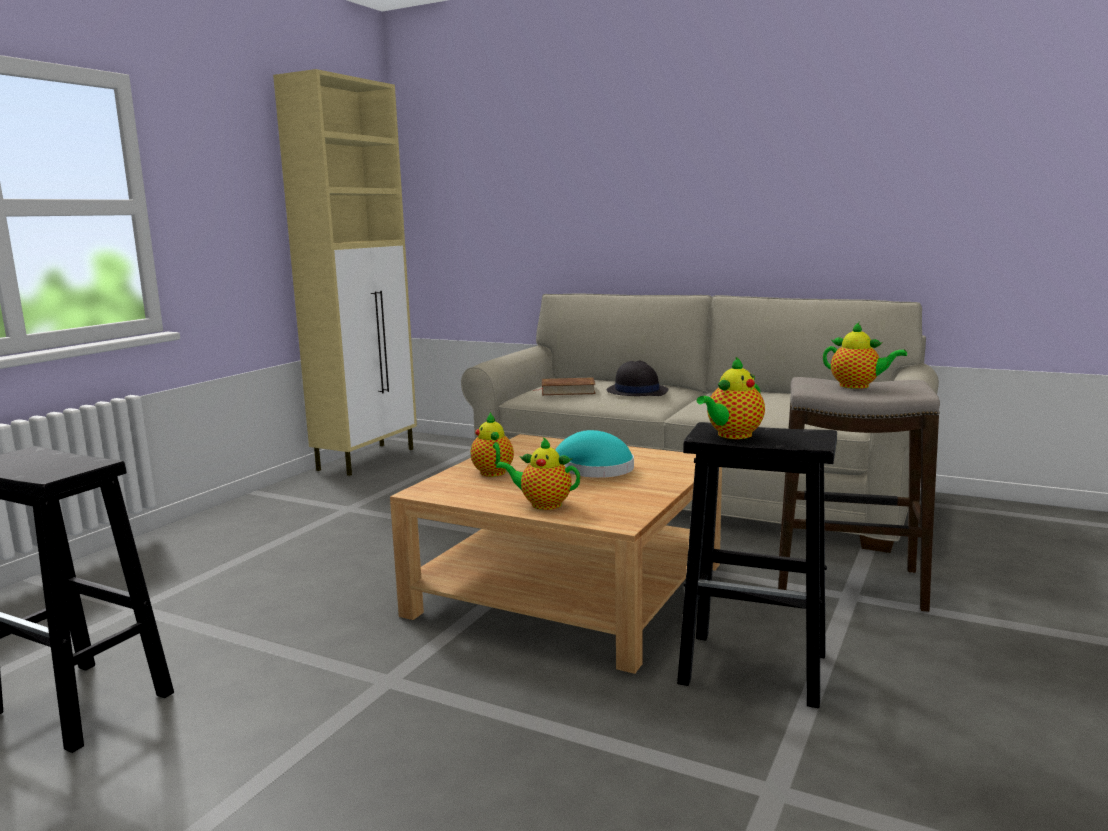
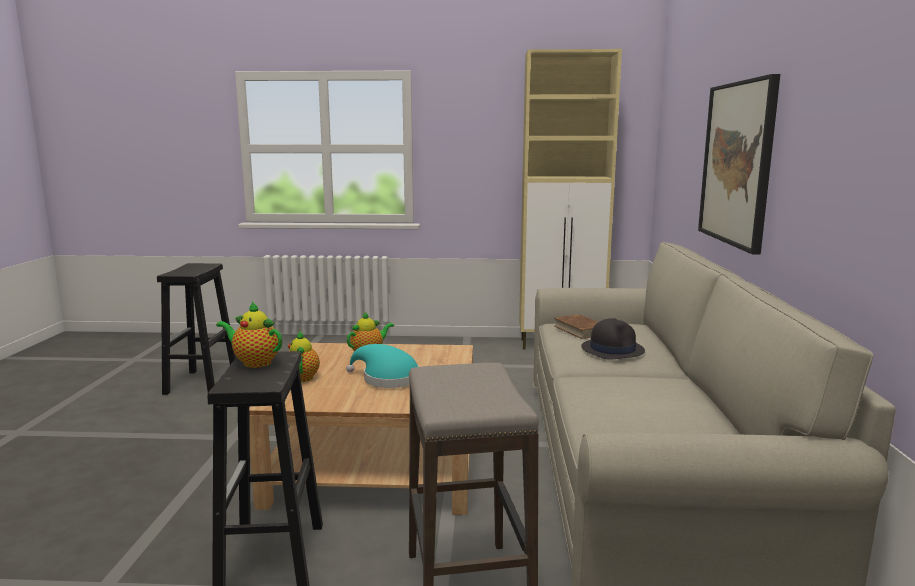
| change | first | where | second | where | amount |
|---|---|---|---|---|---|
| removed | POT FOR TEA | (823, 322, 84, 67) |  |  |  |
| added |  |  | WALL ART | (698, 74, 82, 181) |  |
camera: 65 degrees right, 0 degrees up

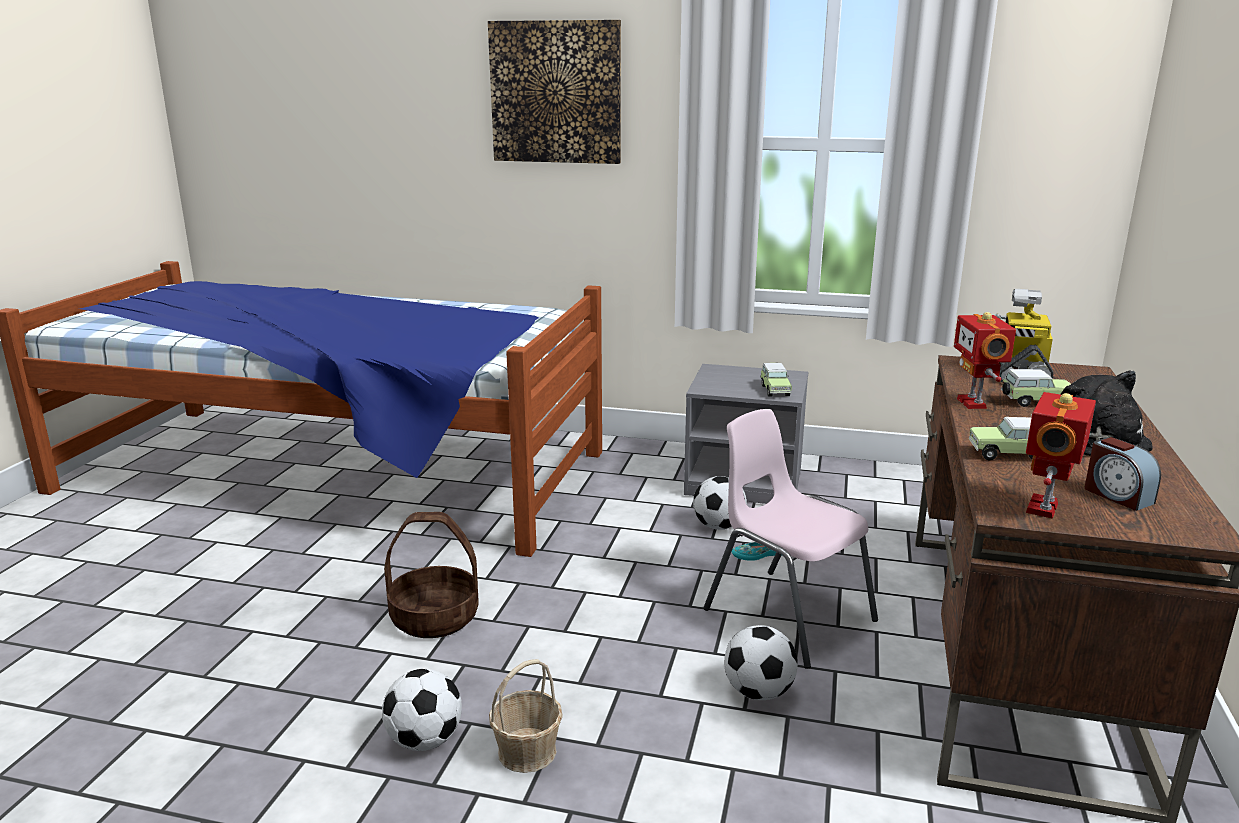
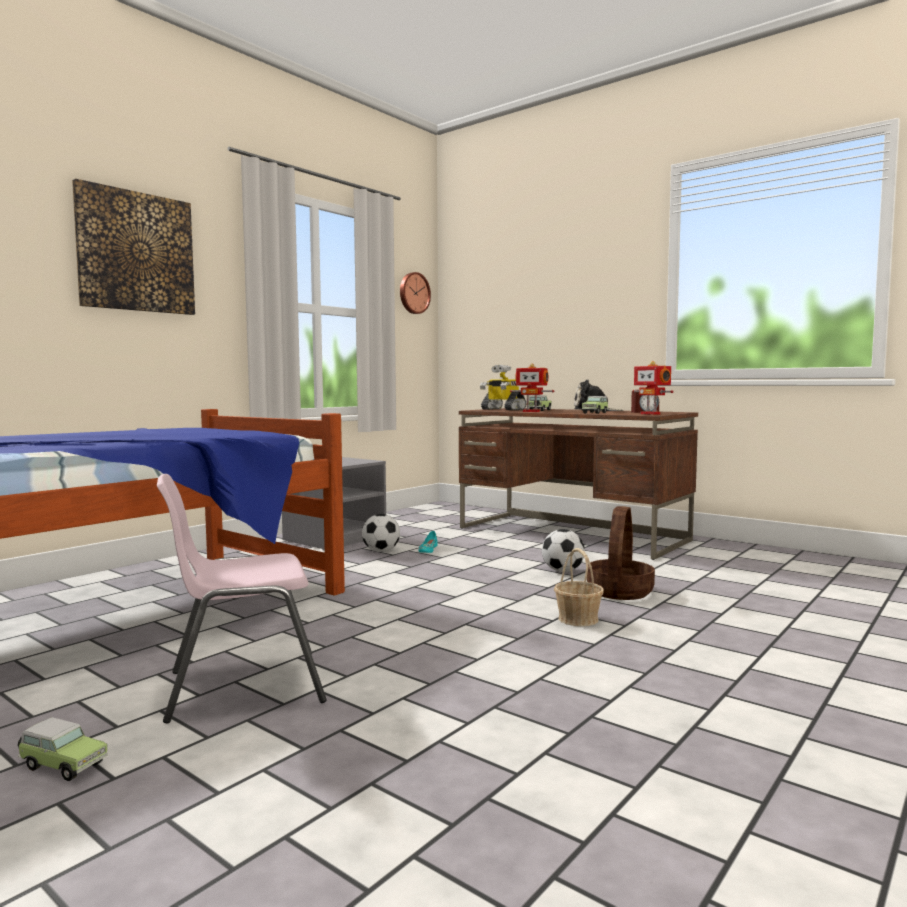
| change | first | where | second | where | amount |
|---|---|---|---|---|---|
| removed | FOOTBALL | (382, 669, 80, 82) |  |  |  |
| added |  |  | HANGING CLOCK | (400, 272, 31, 42) |  |
| moved | HOUSEHOLD BASKET | (384, 512, 95, 126) |  | (587, 506, 68, 94) |  |
| moved | PINKISH CHAIR | (704, 409, 174, 260) |  | (157, 474, 170, 249) |  |
| moved | MODEL CAR | (760, 363, 32, 34) |  | (18, 717, 90, 64) |  |
camera: 65 degrees left, 15 degrees down

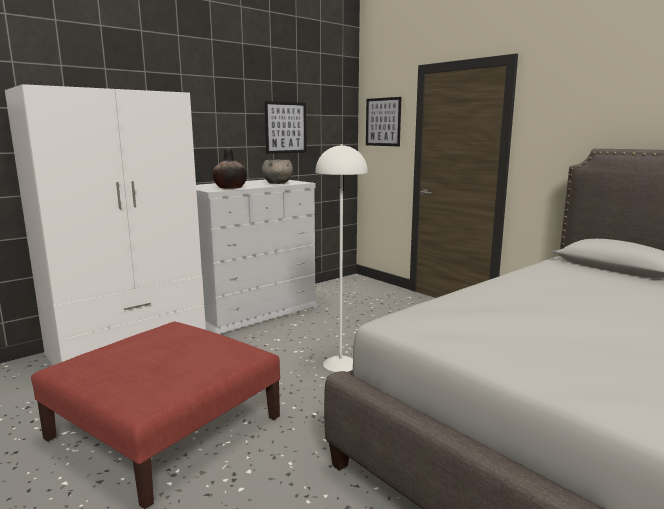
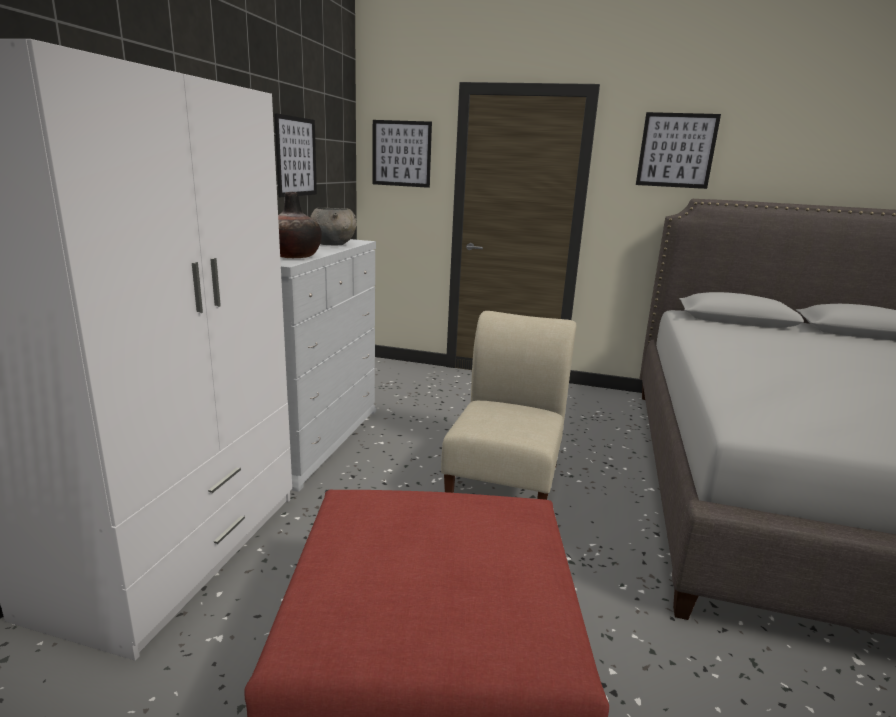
| change | first | where | second | where | amount |
|---|---|---|---|---|---|
| added |  |  | WALL ART | (636, 112, 85, 77) |  |
| replaced | WHITISH STANDARD LAMP | (315, 144, 53, 228) | BEIGE CHAIR | (441, 311, 135, 189) |  |
camera: 35 degrees left, 5 degrees up

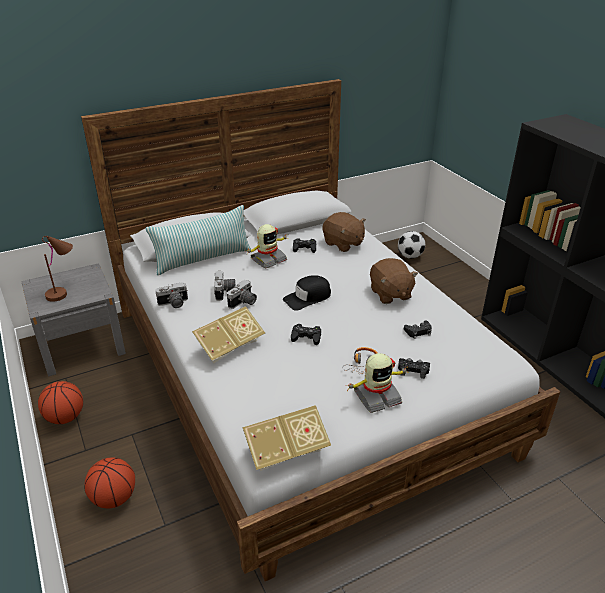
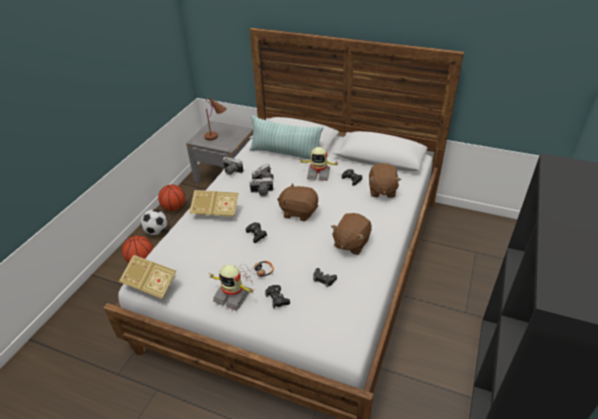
| change | first | where | second | where | amount |
|---|---|---|---|---|---|
| moved | FOOTBALL | (398, 231, 27, 28) |  | (140, 209, 27, 26) |  |
| replaced | BLACK PEAKED CAP | (283, 275, 48, 36) | BROWN CUDDLY TOY | (277, 183, 41, 38) |  |
camera: 50 degrees right, 5 degrees up

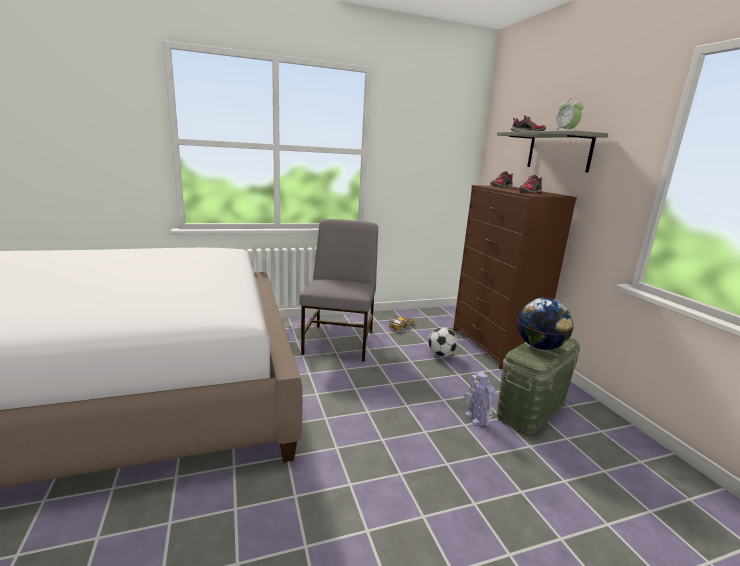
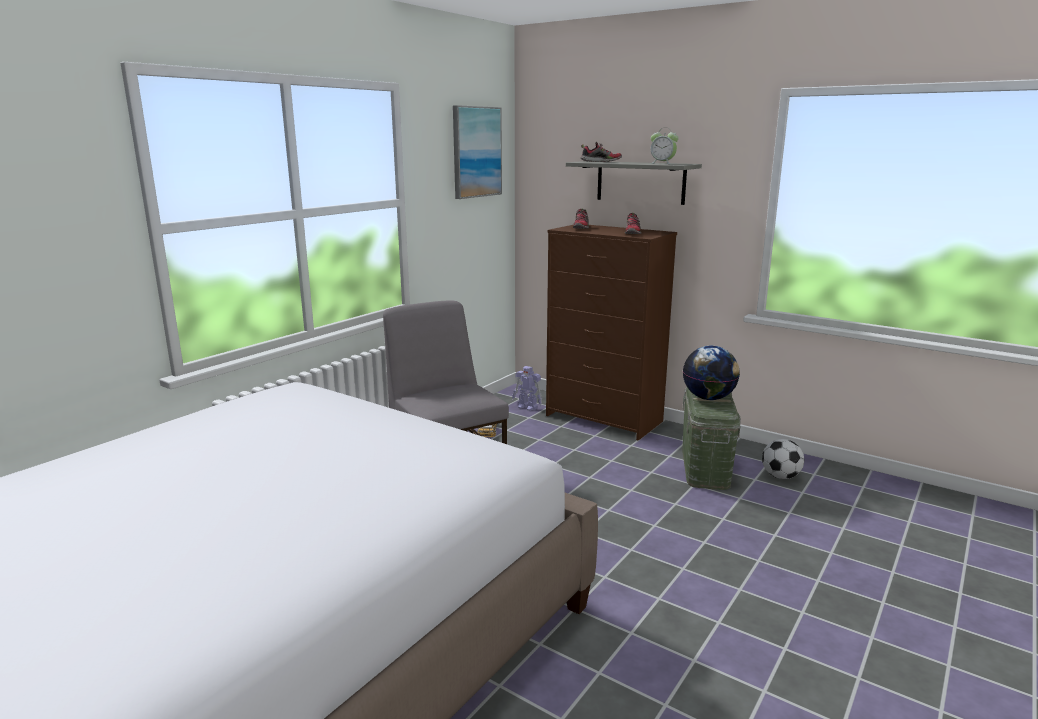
| change | first | where | second | where | amount |
|---|---|---|---|---|---|
| added |  |  | WALL ART | (453, 105, 49, 94) |  |
| moved | FOOTBALL | (428, 328, 30, 29) |  | (762, 439, 42, 40) |  |
| moved | ROBOT FIGURE | (463, 372, 32, 54) |  | (512, 366, 30, 45) |  |
camera: 35 degrees left, 0 degrees up

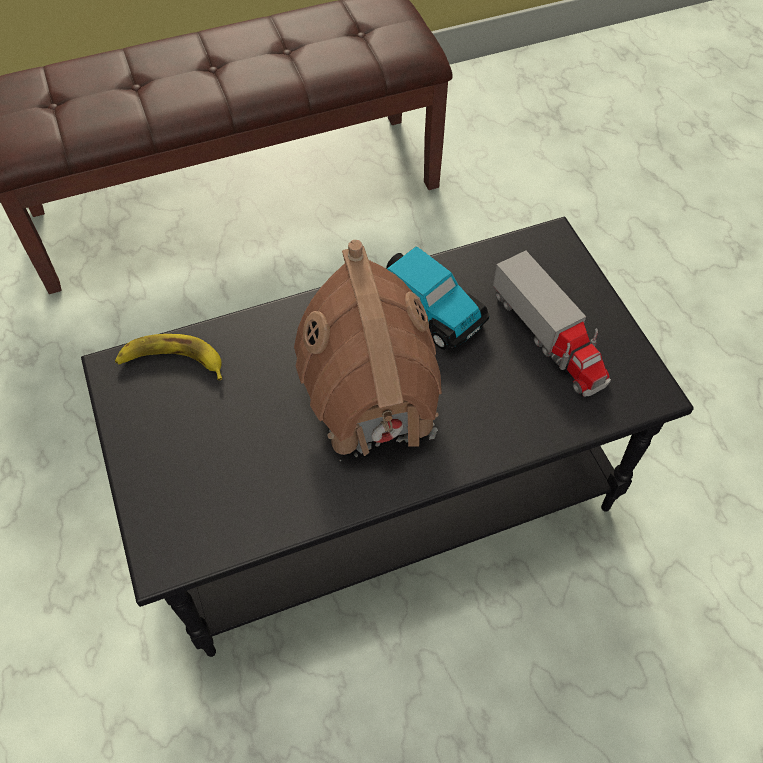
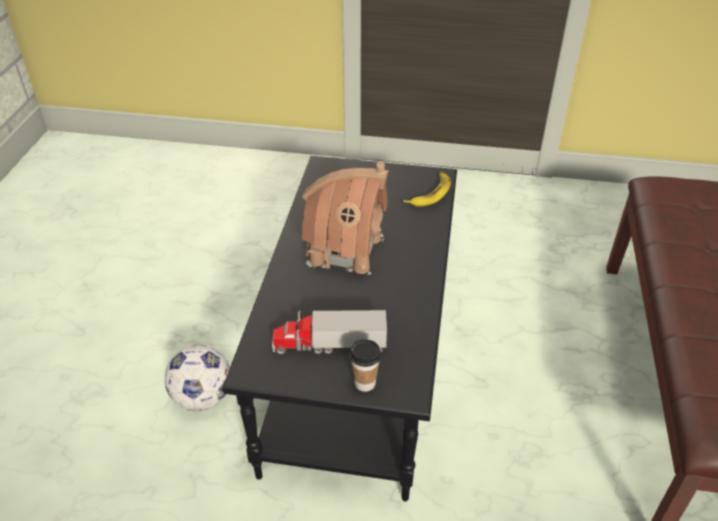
| change | first | where | second | where | amount |
|---|---|---|---|---|---|
| removed | MODEL CAR | (386, 247, 103, 103) |  |  |  |
| added |  |  | FOOTBALL | (165, 345, 65, 66) |  |
| added |  |  | DRINKING CUP | (350, 339, 31, 53) |  |
camera: 120 degrees right, 15 degrees down

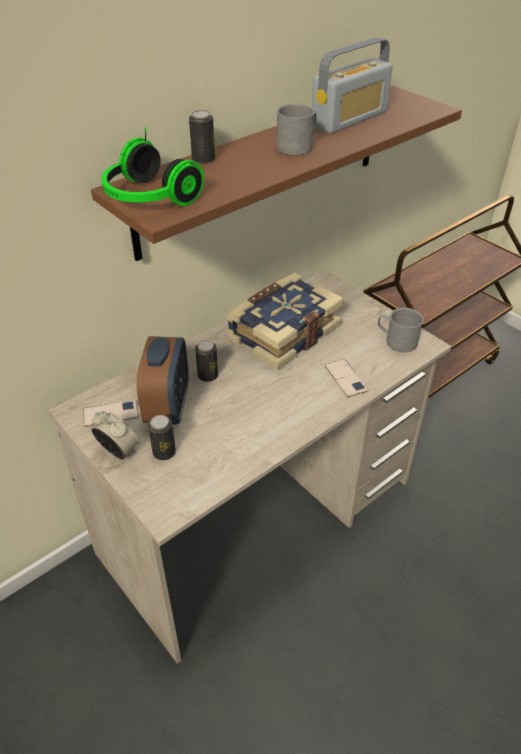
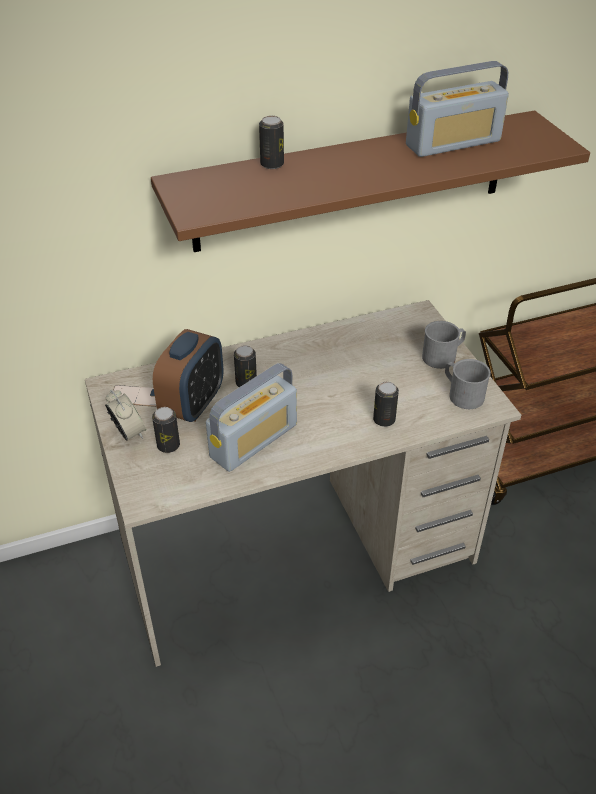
| change | first | where | second | where | amount |
|---|---|---|---|---|---|
| removed | HEADSET | (101, 127, 103, 79) |  |  |  |
| removed | BOOK | (226, 273, 118, 97) |  |  |  |
| added |  |  | RADIO SET | (206, 363, 91, 109) |  |
| moved | GREYISH TEA MUG | (277, 104, 40, 52) |  | (422, 321, 44, 48) |  |
| replaced | HANDSET | (325, 359, 43, 38) | CAN | (373, 382, 26, 45) |  |
camera: 20 degrees right, 0 degrees up

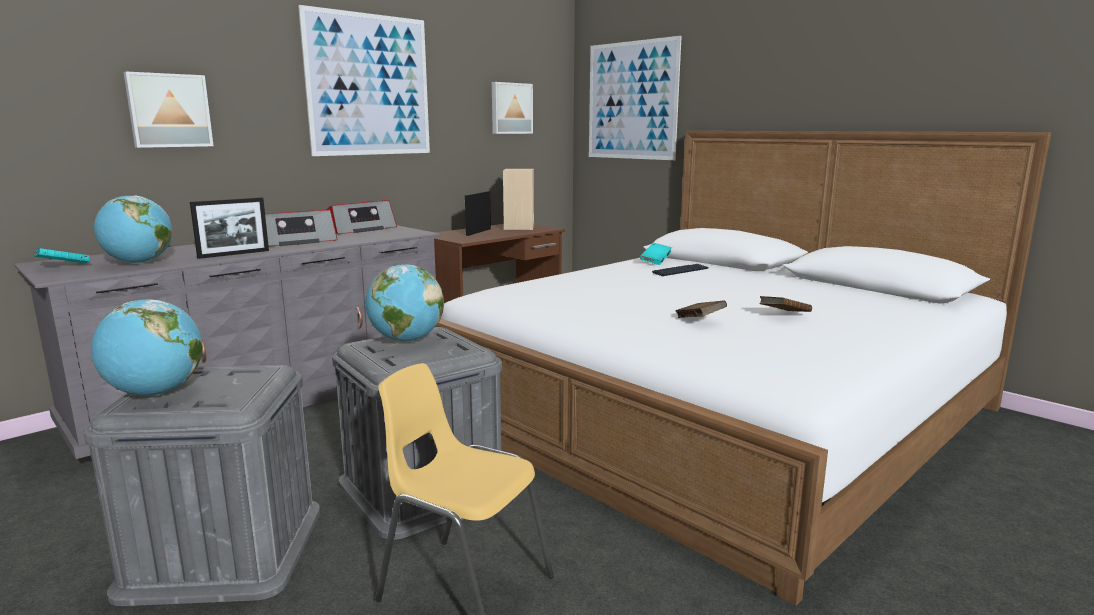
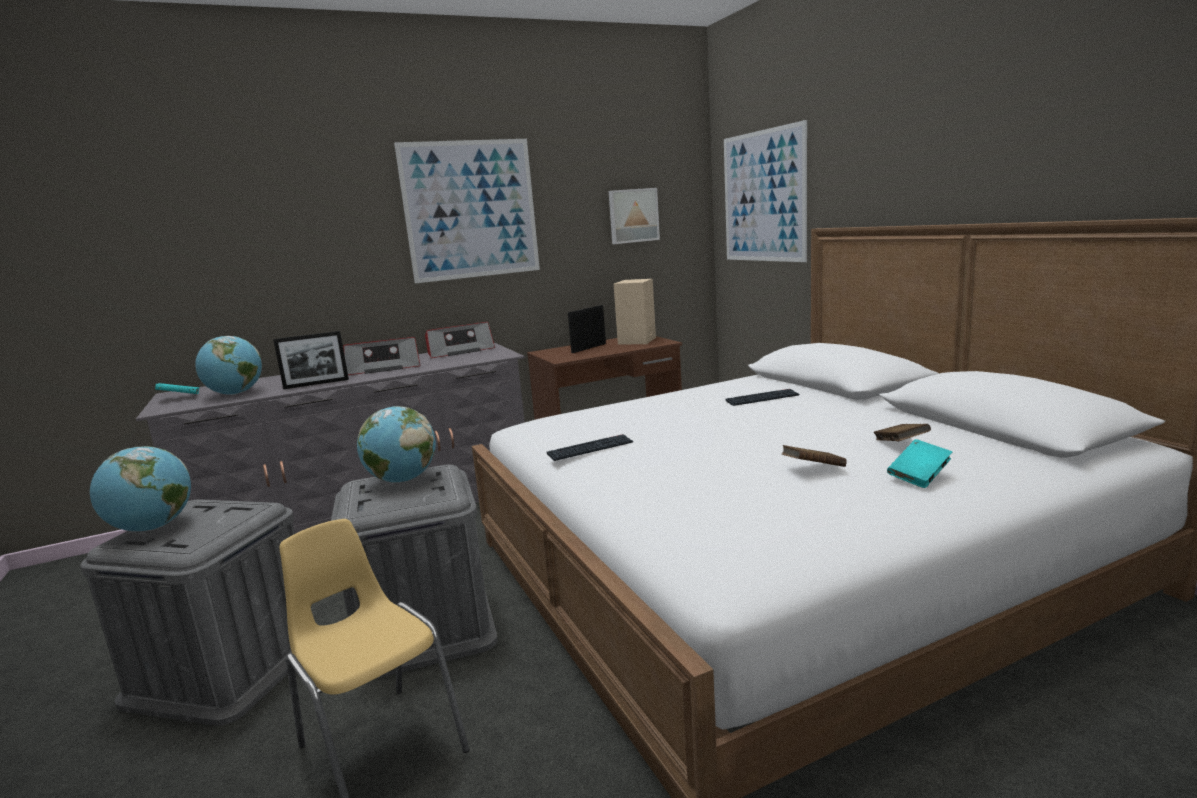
| change | first | where | second | where | amount |
|---|---|---|---|---|---|
| removed | WALL ART | (123, 72, 91, 76) |  |  |  |
| added |  |  | KEYBOARD | (547, 434, 86, 27) |  |
| moved | TURQUOISE BOOK | (640, 243, 32, 22) |  | (887, 439, 65, 49) |  |
| moved | BROWN BOOK | (676, 300, 51, 18) |  | (873, 424, 58, 17) |  |
camera: 20 degrees right, 0 degrees up

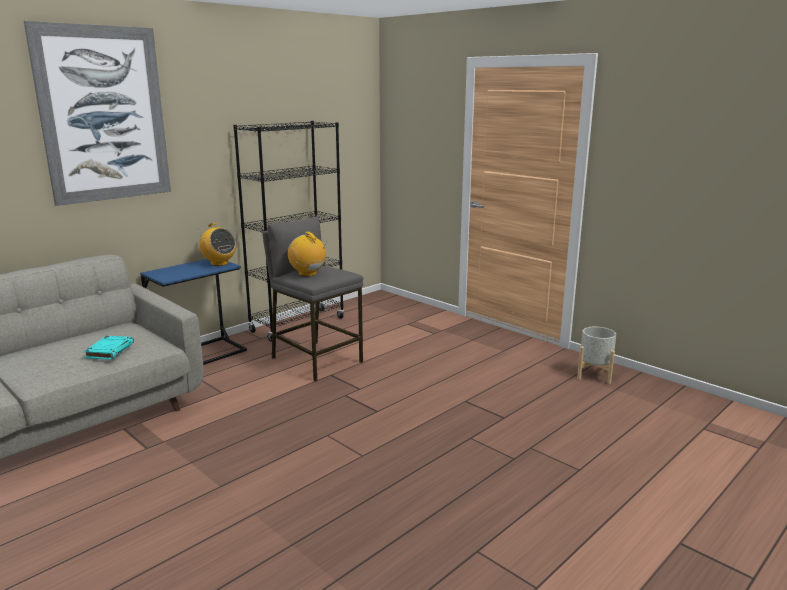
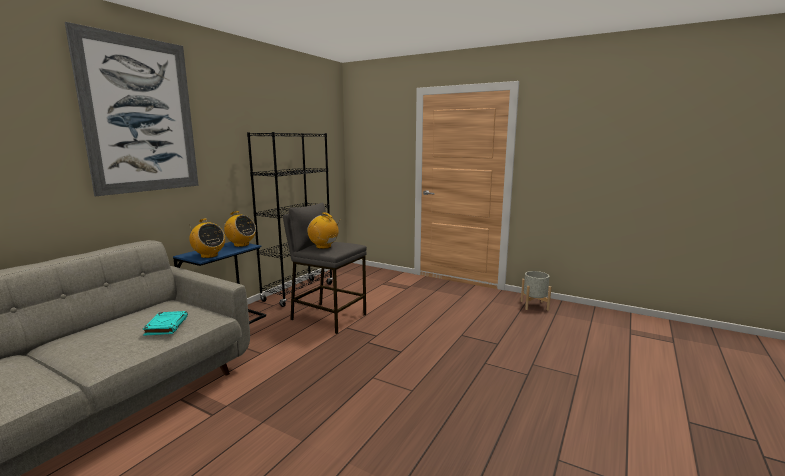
| change | first | where | second | where | amount |
|---|---|---|---|---|---|
| added |  |  | RADIO SET | (189, 219, 36, 39) |  |
camera: 15 degrees left, 5 degrees down

